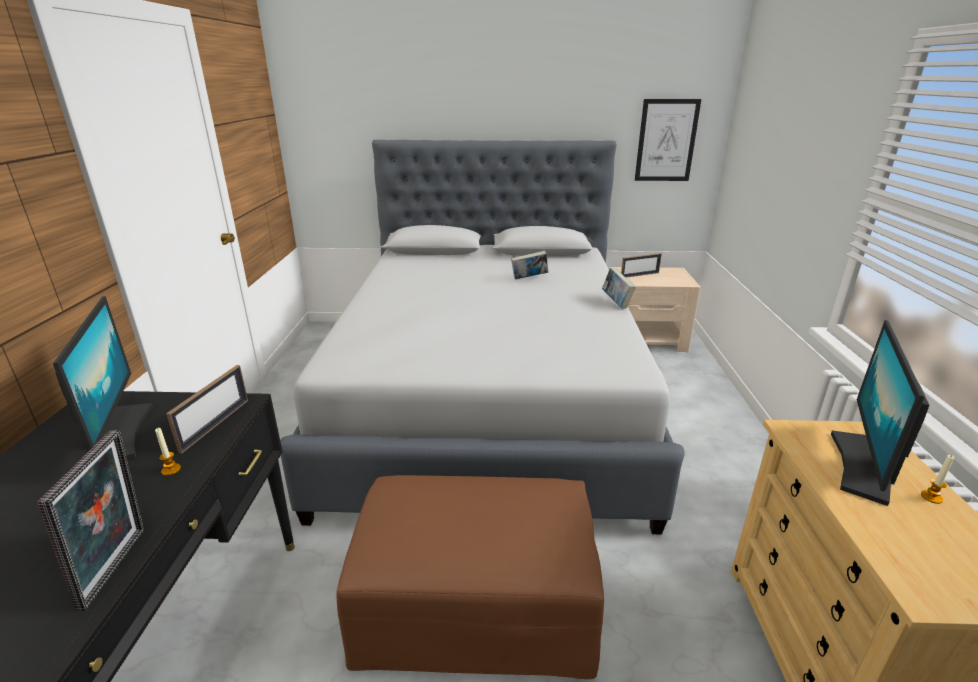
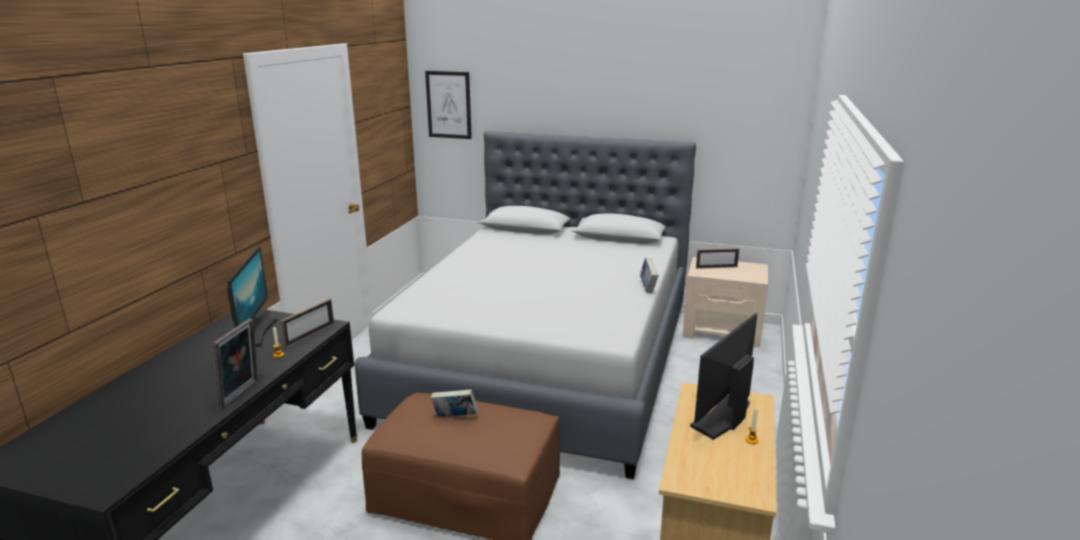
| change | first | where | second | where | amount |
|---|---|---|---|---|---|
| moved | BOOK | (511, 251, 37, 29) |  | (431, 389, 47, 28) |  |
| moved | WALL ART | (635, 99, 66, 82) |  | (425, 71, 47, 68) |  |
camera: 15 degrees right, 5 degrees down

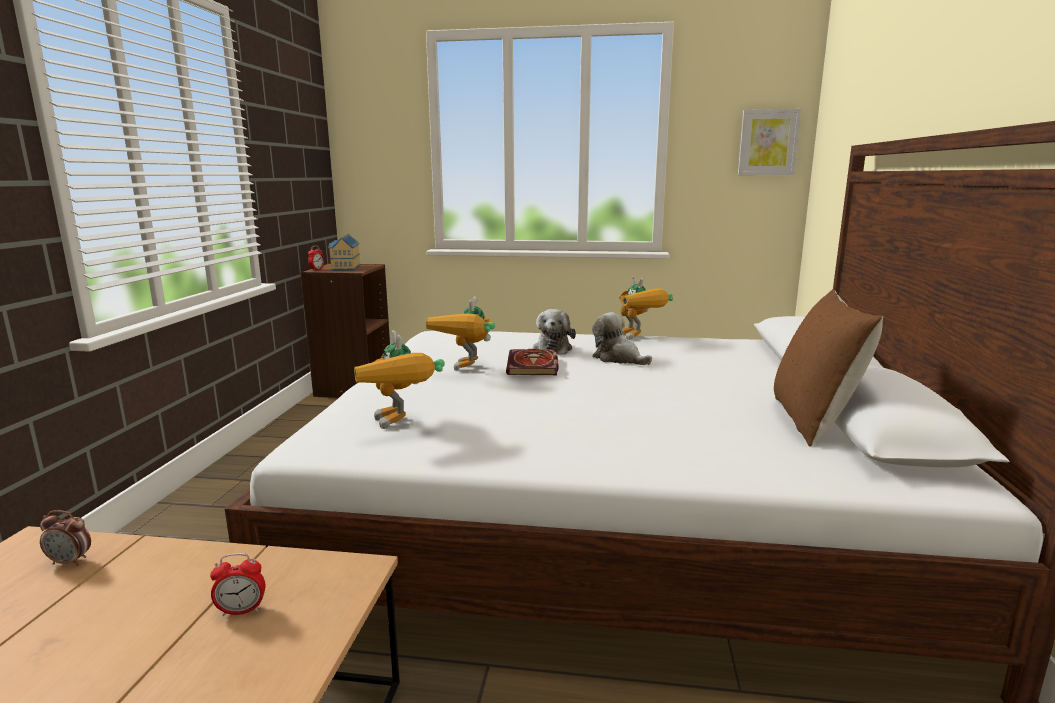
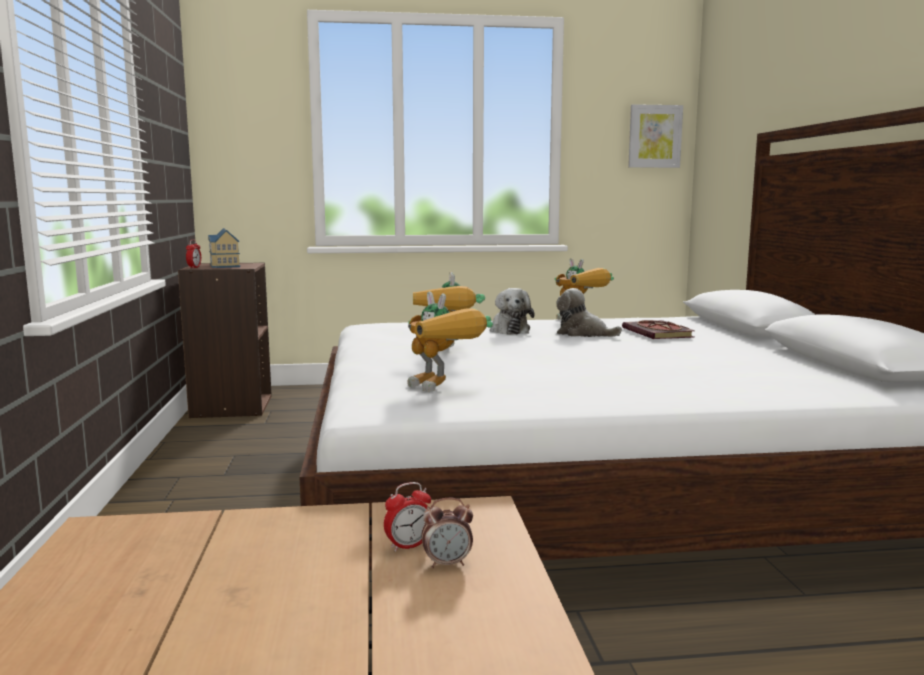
| change | first | where | second | where | amount |
|---|---|---|---|---|---|
| removed | BROWN THROW PILLOW | (774, 289, 109, 158) |  |  |  |
| moved | TABLE CLOCK | (40, 510, 51, 56) |  | (421, 498, 52, 70) |  |
| moved | BOOK | (506, 349, 53, 26) |  | (622, 320, 73, 19) |  |
camera: 15 degrees left, 5 degrees down

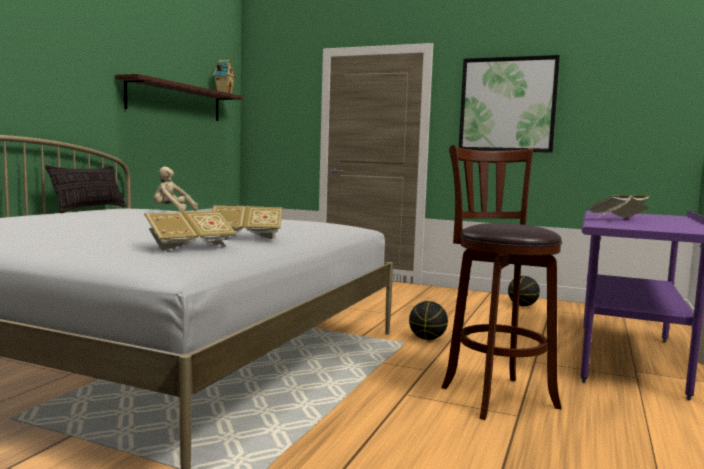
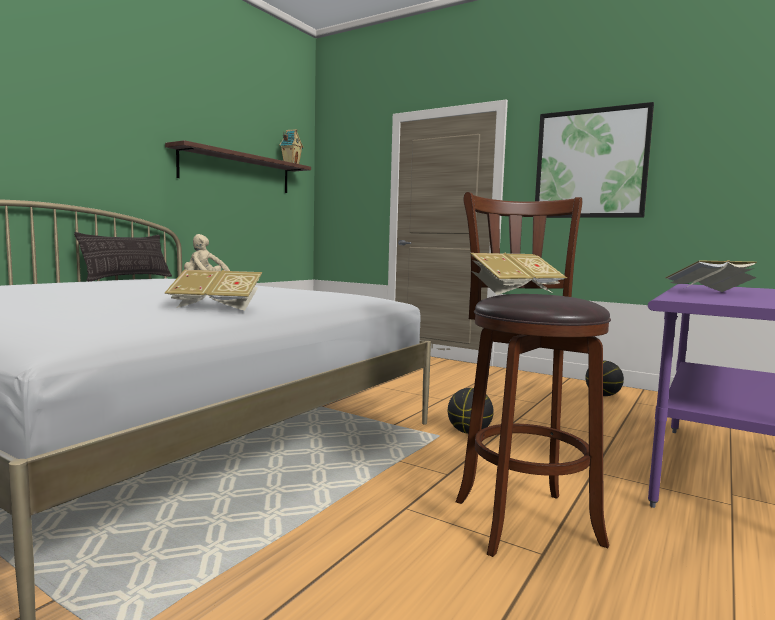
| change | first | where | second | where | amount |
|---|---|---|---|---|---|
| moved | BOOK | (144, 211, 93, 41) |  | (470, 253, 97, 42) |  |
camera: 10 degrees right, 0 degrees up

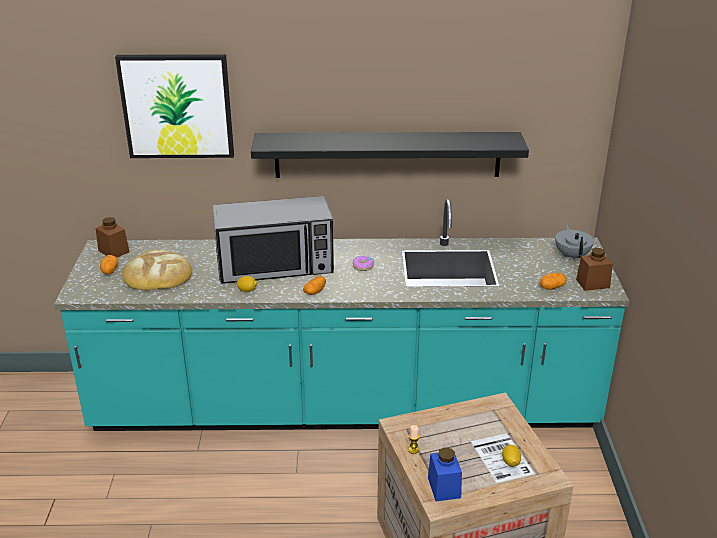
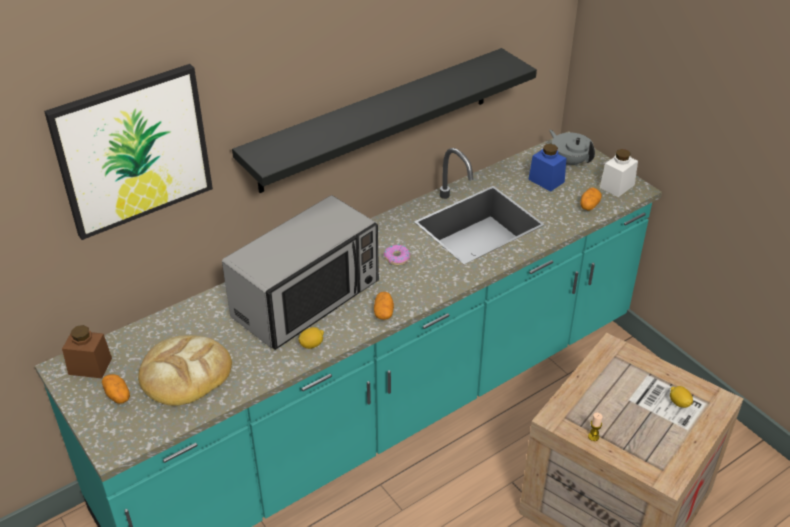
| change | first | where | second | where | amount |
|---|---|---|---|---|---|
| moved | BLUISH PRESERVE JAR | (428, 447, 34, 54) |  | (528, 144, 38, 48) |  |
| recoloured | BROWN PRESERVE JAR | (576, 248, 37, 43) | WHITISH PRESERVE JAR | (600, 149, 38, 48) |  |
camera: 35 degrees left, 10 degrees up

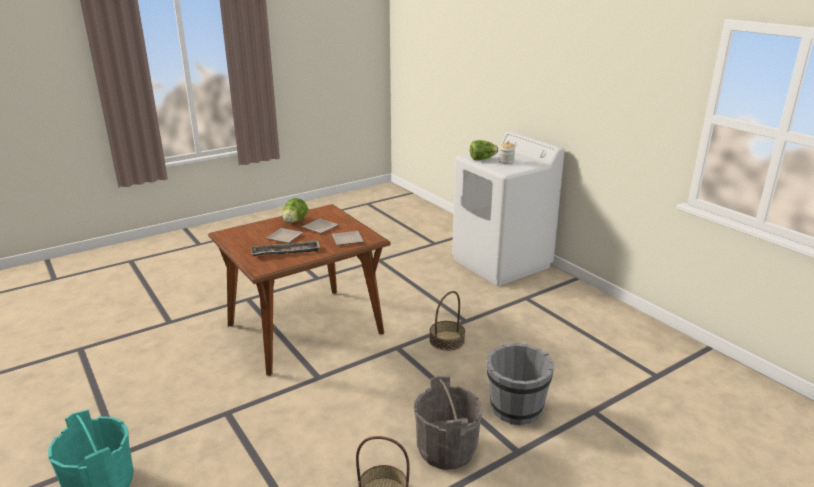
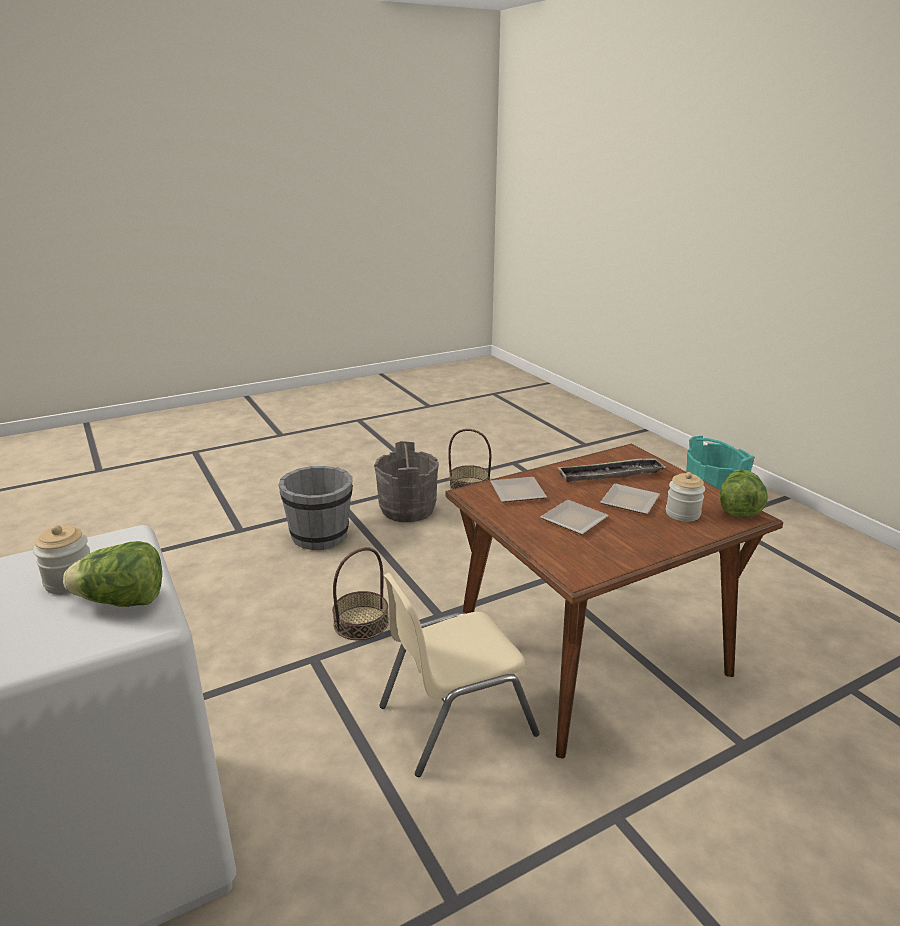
| change | first | where | second | where | amount |
|---|---|---|---|---|---|
| added |  |  | BEIGE CHAIR | (379, 573, 161, 204) |  |
| added |  |  | PRESERVE JAR | (666, 472, 39, 50) |  |
| moved | HEAD OF LETTUCE | (282, 198, 26, 25) |  | (720, 470, 48, 49) |  |
camera: 175 degrees left, 0 degrees up

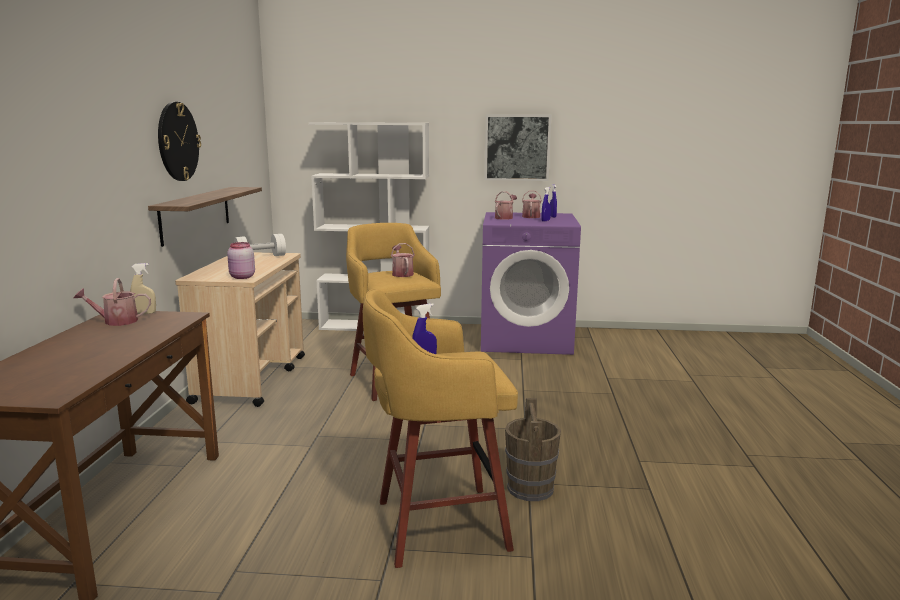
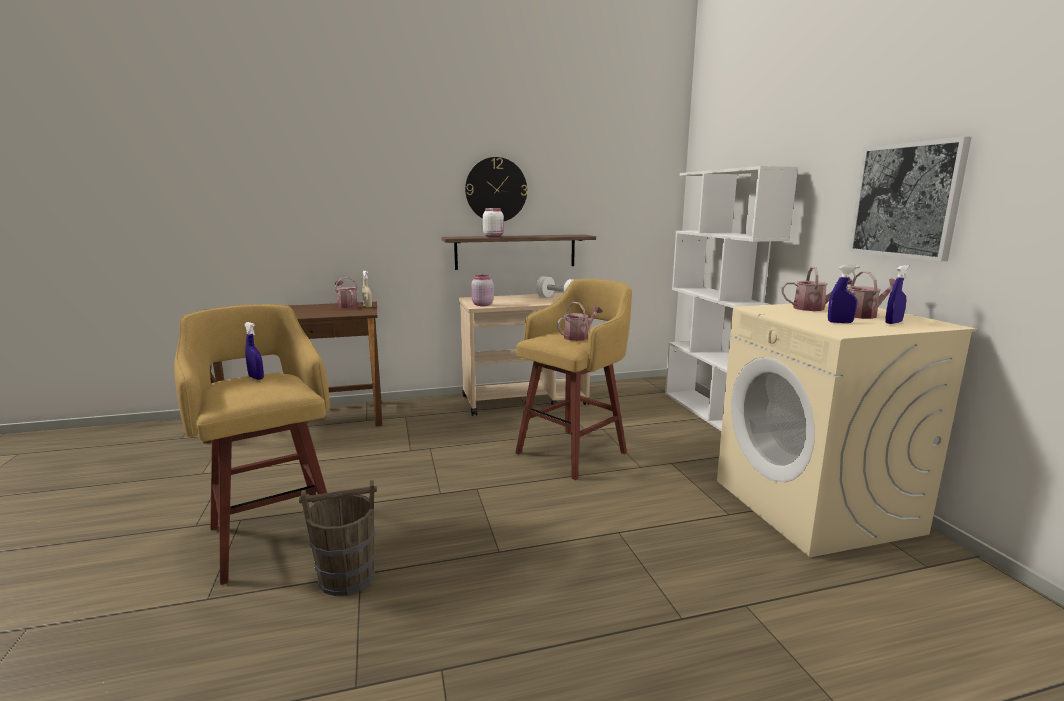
| change | first | where | second | where | amount |
|---|---|---|---|---|---|
| added |  |  | WHITISH PRESERVE JAR | (483, 208, 21, 29) |  |
| recoloured | PURPLE LAUNDRY MACHINE | (481, 212, 100, 143) | BEIGE LAUNDRY MACHINE | (717, 302, 259, 255) |  |
camera: 70 degrees right, 0 degrees up

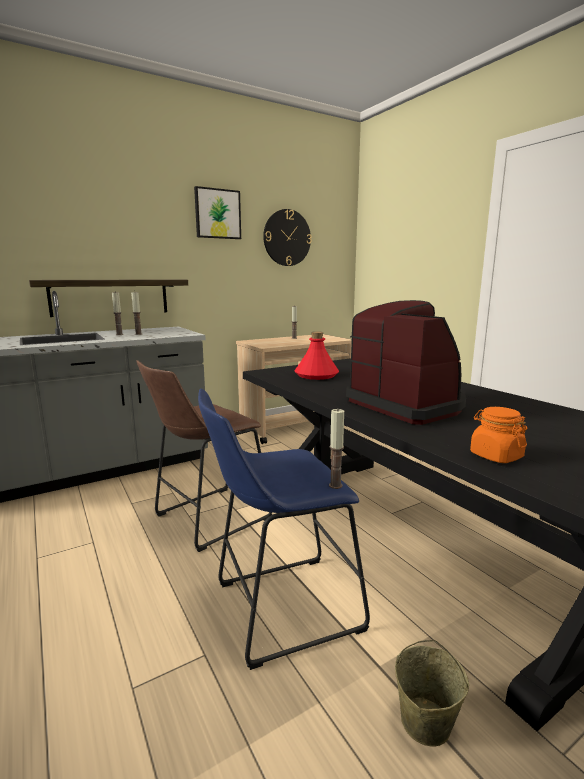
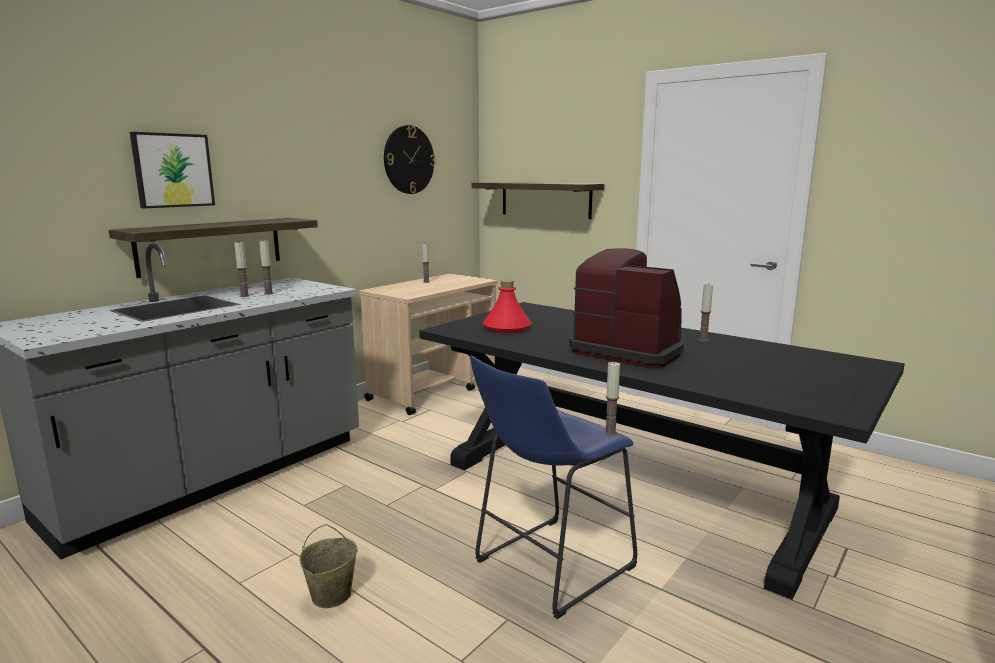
| change | first | where | second | where | amount |
|---|---|---|---|---|---|
| removed | BROWN STOOL SEAT | (136, 360, 136, 192) |  |  |  |
| removed | ORANGE PRESERVE JAR | (470, 407, 57, 56) |  |  |  |
| added |  |  | WALL SHELF | (471, 182, 133, 37) |  |
| added |  |  | WAX LIGHT | (698, 283, 15, 59) |  |
| moved | WALL ART | (194, 186, 47, 53) |  | (130, 132, 85, 76) |  |
| moved | BEIGE PAIL | (395, 640, 74, 107) |  | (299, 524, 59, 84) |  |
camera: 20 degrees left, 0 degrees up

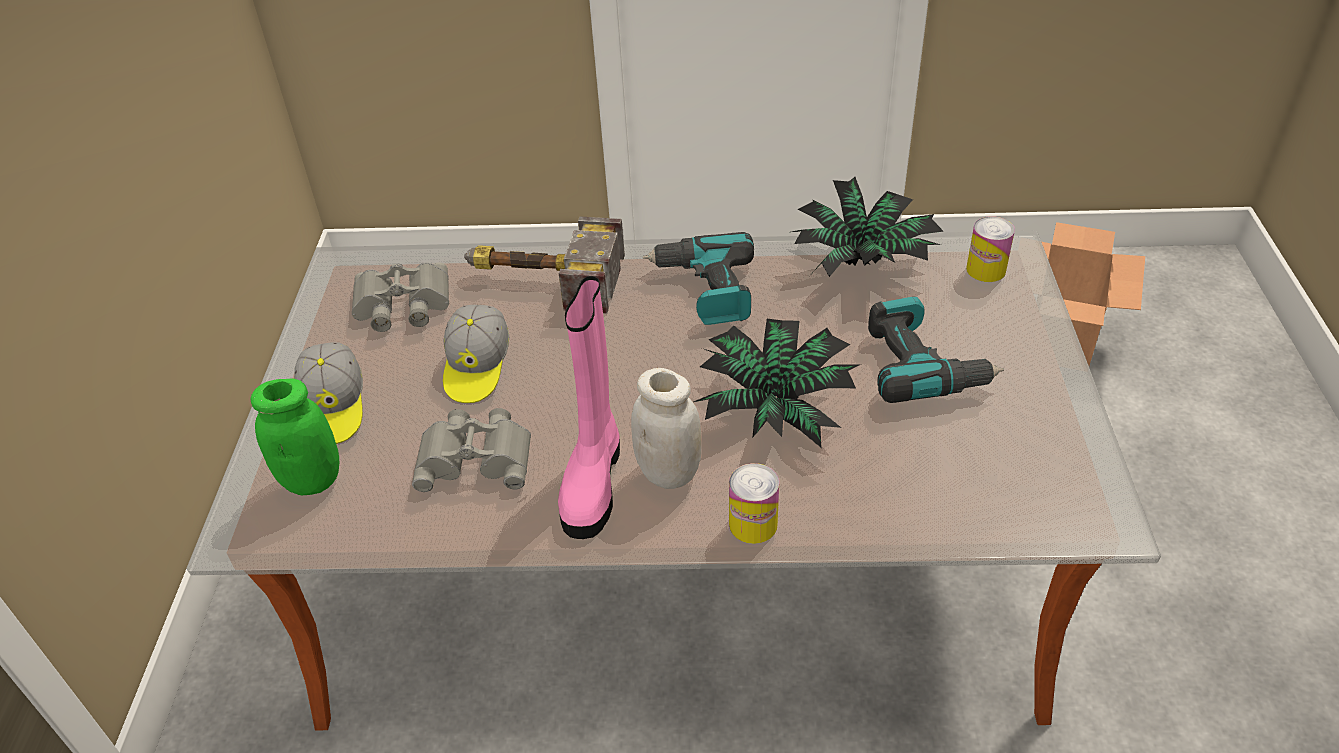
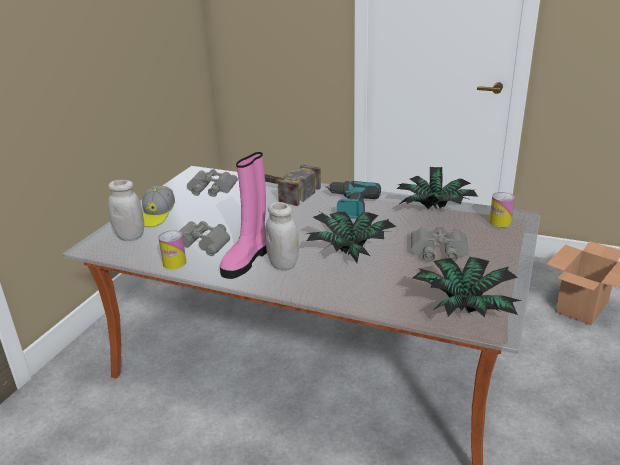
| change | first | where | second | where | amount |
|---|---|---|---|---|---|
| removed | PEAKED CAP | (443, 305, 66, 98) |  |  |  |
| added |  |  | HOUSEPLANT | (413, 257, 108, 60) |  |
| moved | CAN | (729, 463, 50, 81) |  | (158, 230, 28, 39) |  |
| replaced | DRILL | (868, 297, 136, 106) | GREYISH PAIR OF BINOCULARS | (411, 226, 58, 36) |  |
| recoloured | GREEN PRESERVE JAR | (250, 378, 89, 117) | WHITISH PRESERVE JAR | (108, 180, 36, 61) |  |
camera: 20 degrees right, 15 degrees down

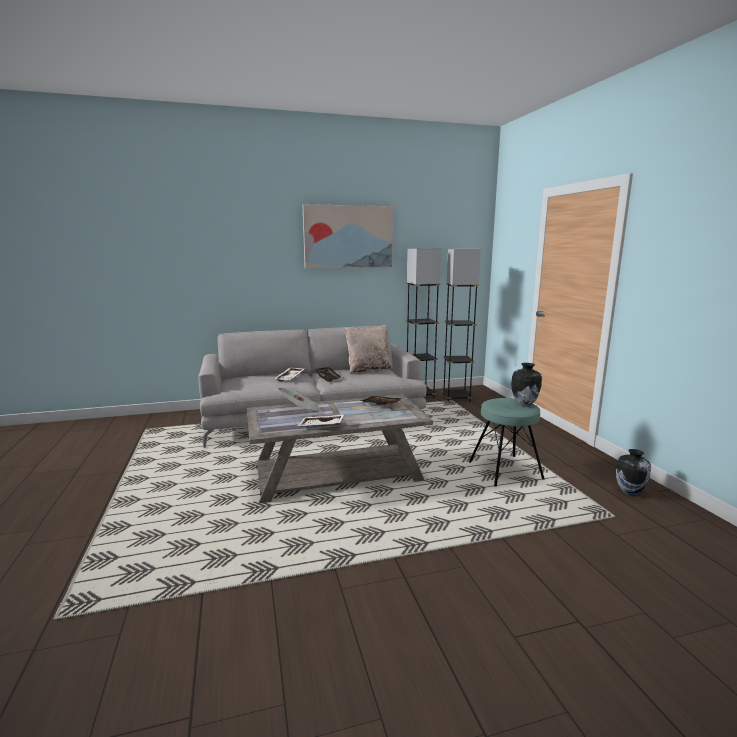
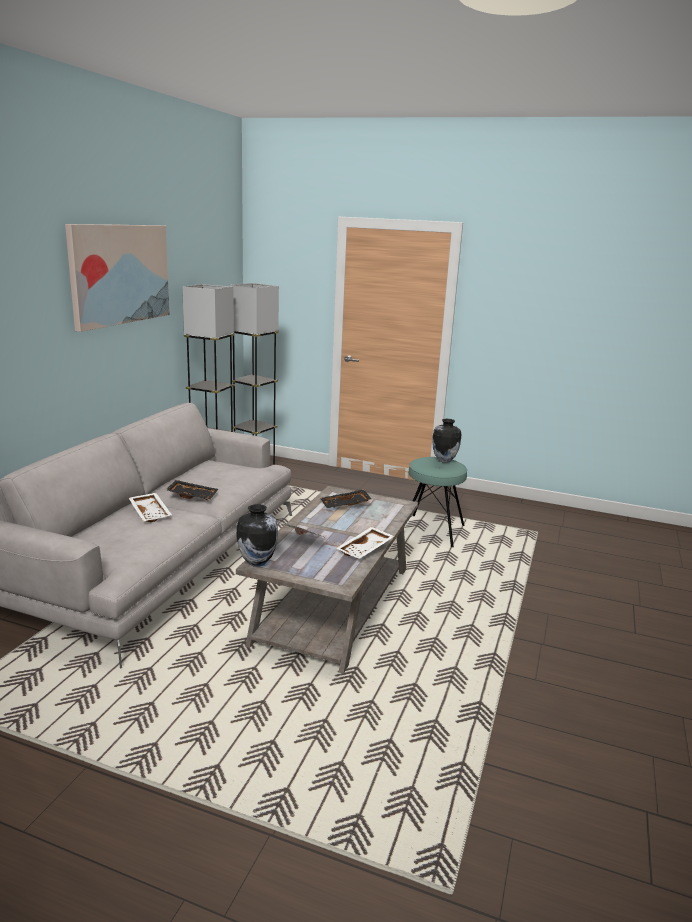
| change | first | where | second | where | amount |
|---|---|---|---|---|---|
| removed | BEIGE THROW PILLOW | (345, 325, 48, 49) |  |  |  |
| moved | VASE | (616, 449, 35, 47) |  | (237, 504, 41, 63) |  |
camera: 55 degrees left, 5 degrees up

